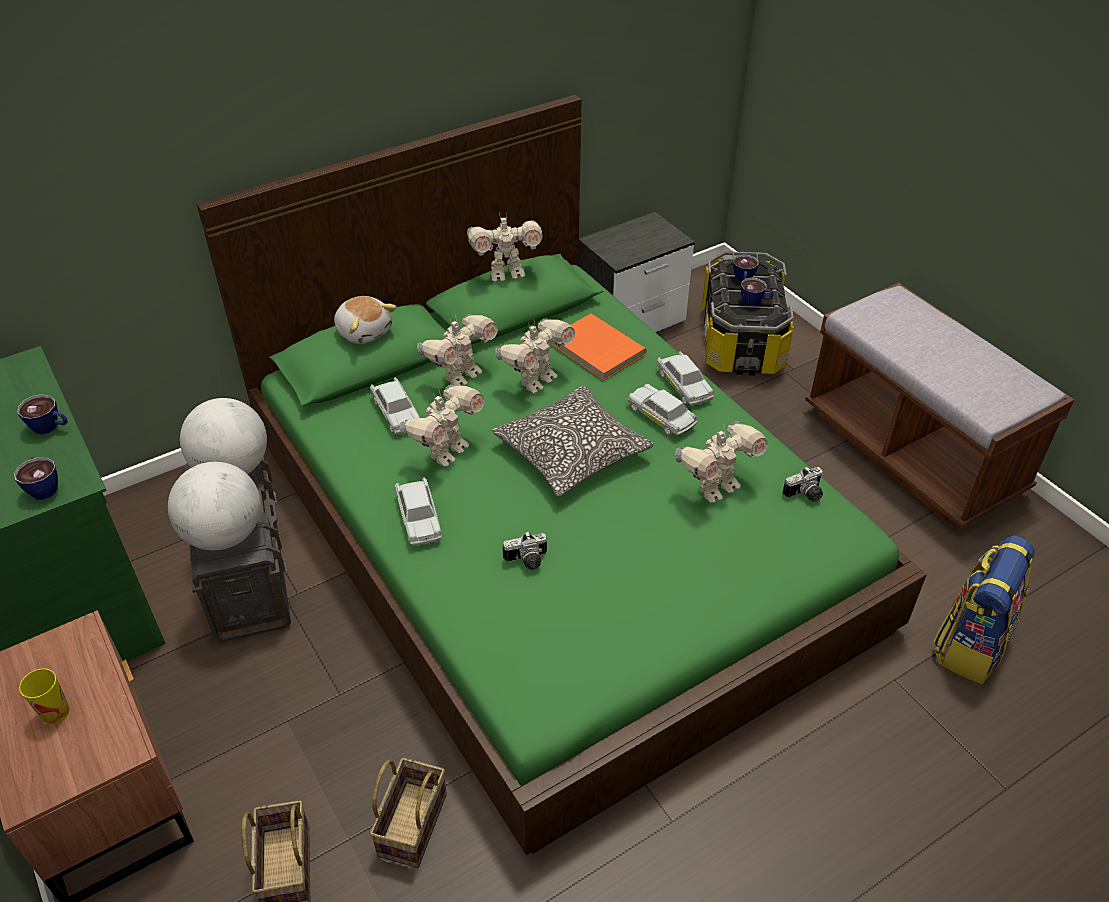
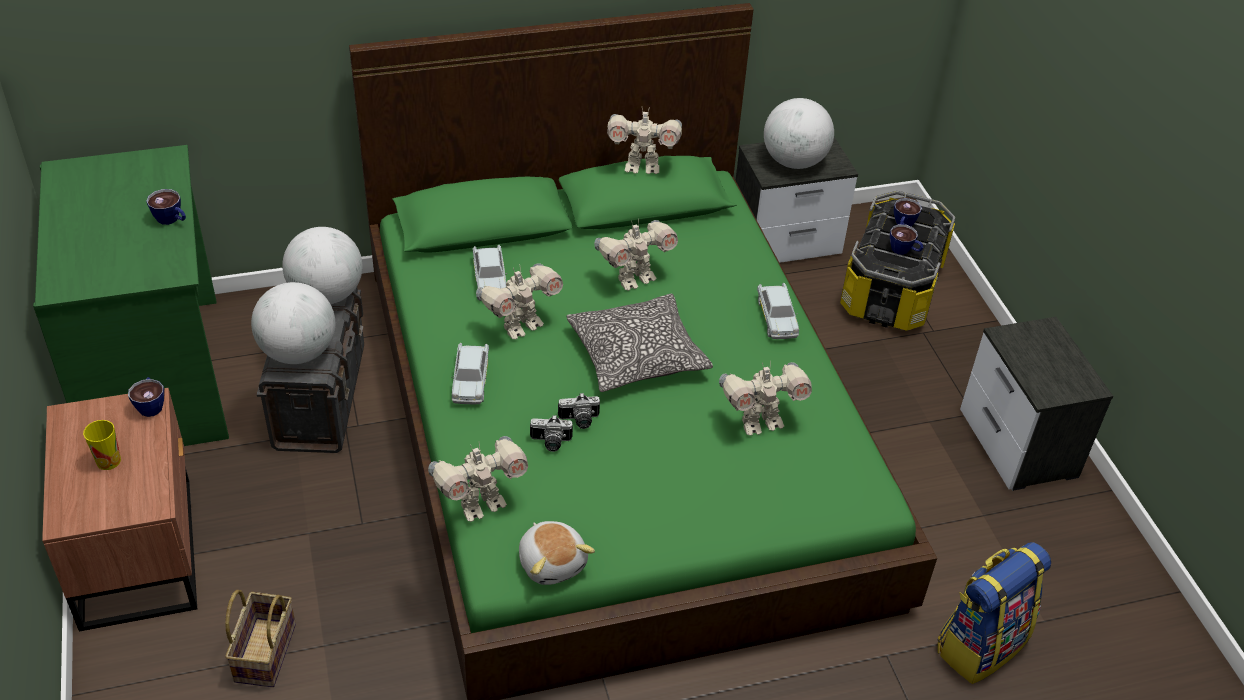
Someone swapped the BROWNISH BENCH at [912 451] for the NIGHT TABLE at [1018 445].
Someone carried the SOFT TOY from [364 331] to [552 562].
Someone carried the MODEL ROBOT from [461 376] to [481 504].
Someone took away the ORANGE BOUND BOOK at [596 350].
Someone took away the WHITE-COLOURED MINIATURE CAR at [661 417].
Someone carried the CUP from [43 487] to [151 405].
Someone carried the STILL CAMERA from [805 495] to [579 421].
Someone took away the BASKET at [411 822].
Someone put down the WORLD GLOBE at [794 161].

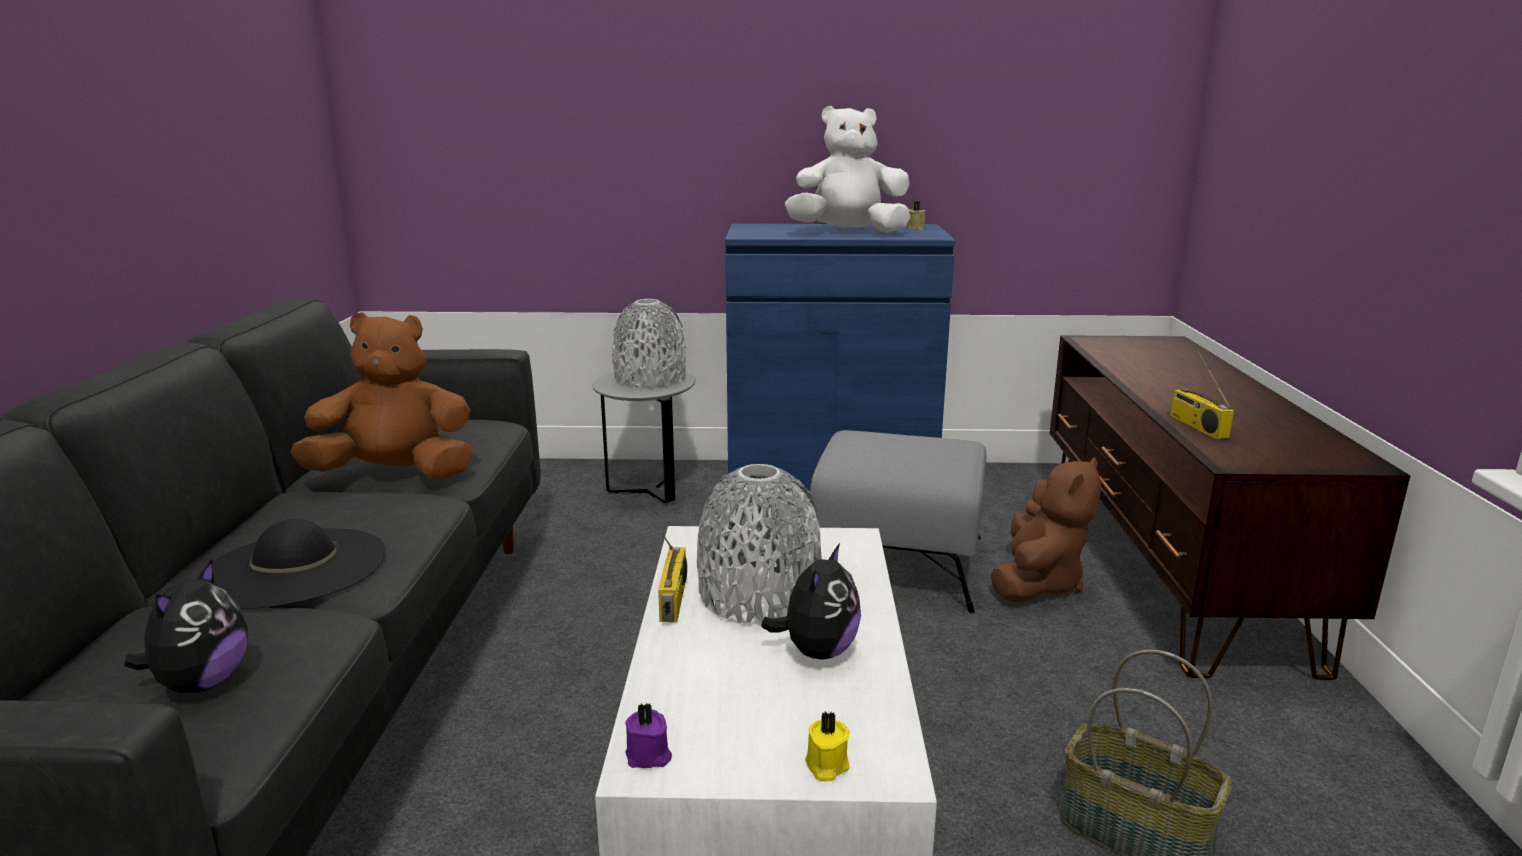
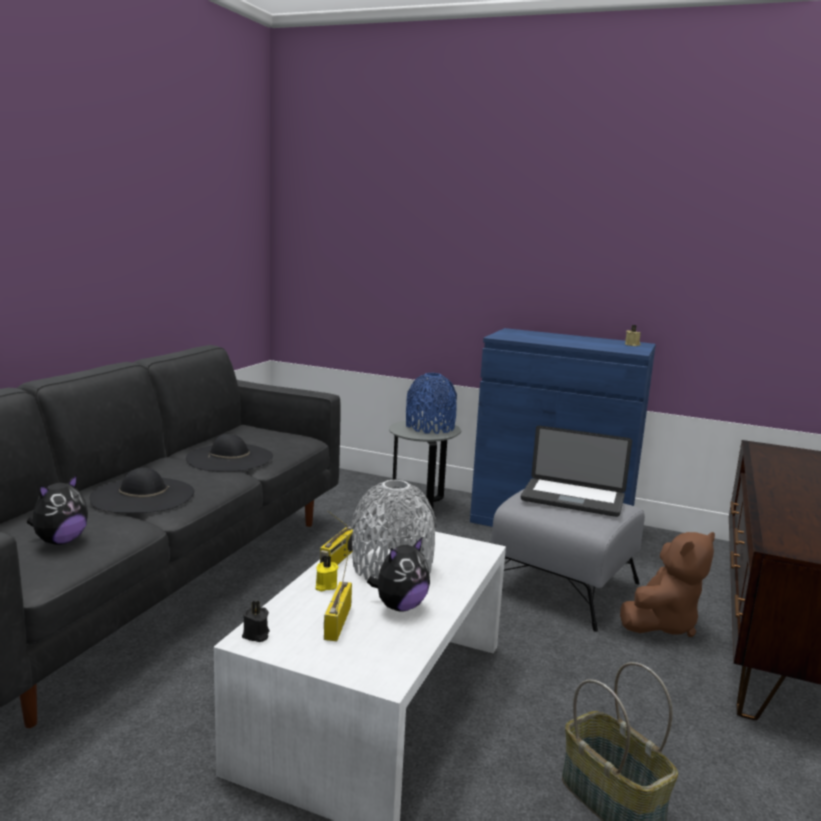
Someone took away the WHITE-COLOURED SOFT TOY at [848 232].
Someone repainted the GREYISH FLOWER VASE at [650 378], which became the BLUISH FLOWER VASE at [430 427].
Someone swapped the BROWNISH SOFT TOY at [396 475] for the BLACK-COLOURED HAT at [230 458].
Someone carried the RADIO from [1196 426] to [337 621].
Someone repainted the PURPLE-COLOURED WAX LIGHT at [648 756], which became the BLACK-COLOURED WAX LIGHT at [256 635].
Someone carried the YELLOW WAX LIGHT from [825 766] to [325 586].
Someone put down the PORTABLE COMPUTER at [572 499].

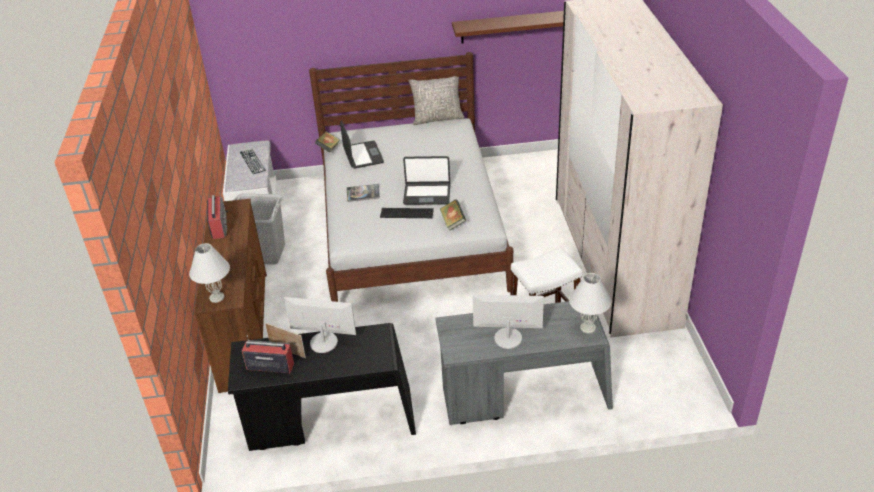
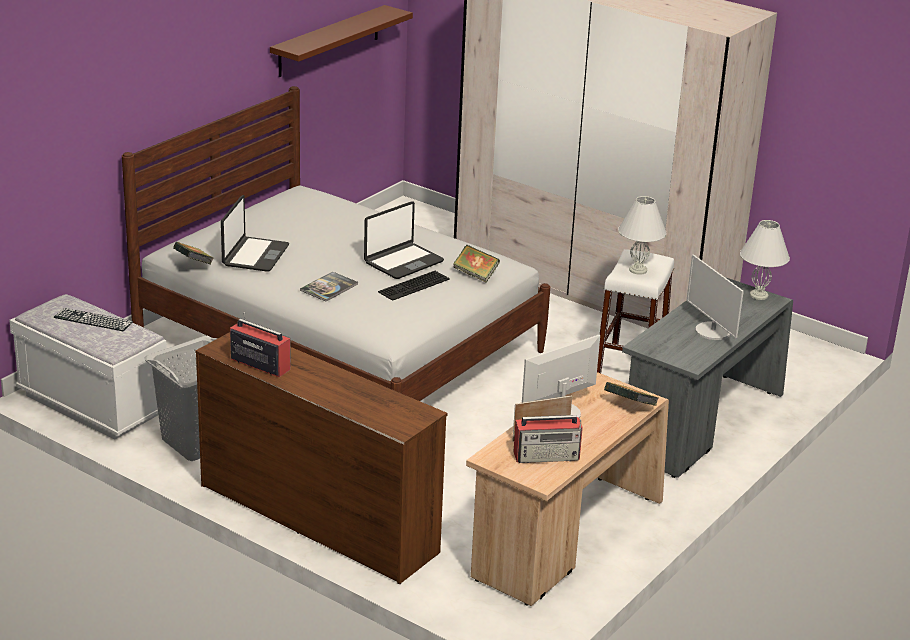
Someone took away the GREYISH PILLOW at [437 118].
Someone rotated the PORTABLE COMPUTER at [362 155] by 75 degrees clockwise.
Someone carried the WHITE-COLOURED TABLETOP LAMP from [217 297] to [638 270].
Someone rotated the MONITOR at [508 338] by 75 degrees counterclockwise.
Someone repainted the BLACK-COLOURED DESK TABLE at [330 422], which became the BEIGE DESK TABLE at [565 538].
Someone rotated the RADIO at [269 366] by 150 degrees counterclockwise.
Someone put down the BOUND BOOK at [629 406].

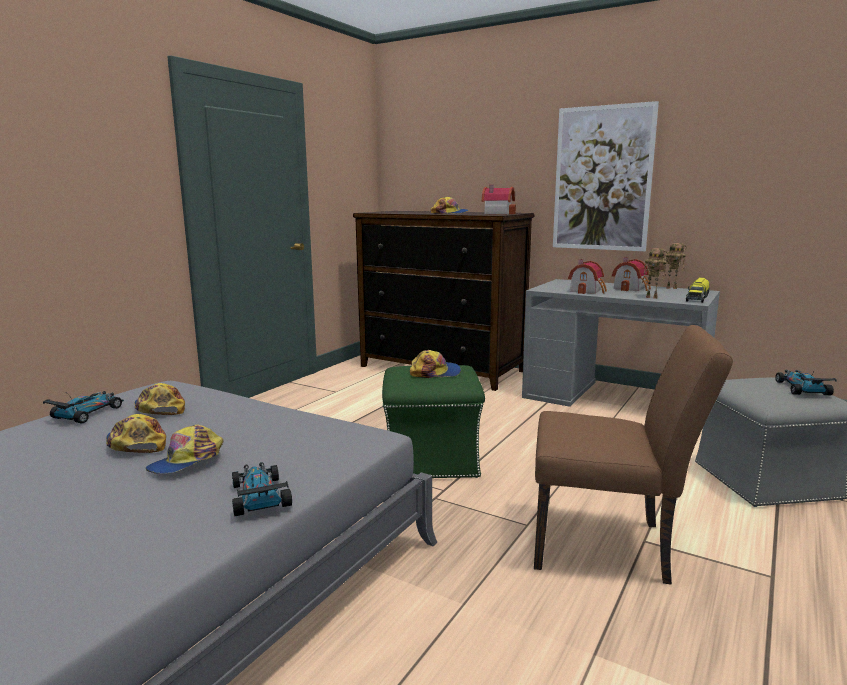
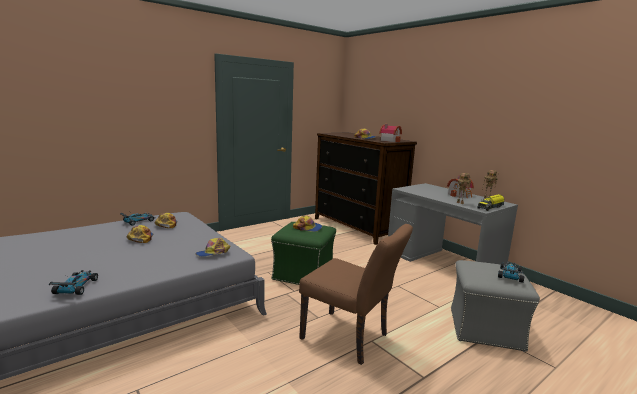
Someone took away the WALL ART at [602 179].
Someone took away the TOY HOUSE at [587 290].
Someone carried the CAP from [187 461] to [213 253].
Someone carried the MINIATURE CAR from [259 497] to [76 287].

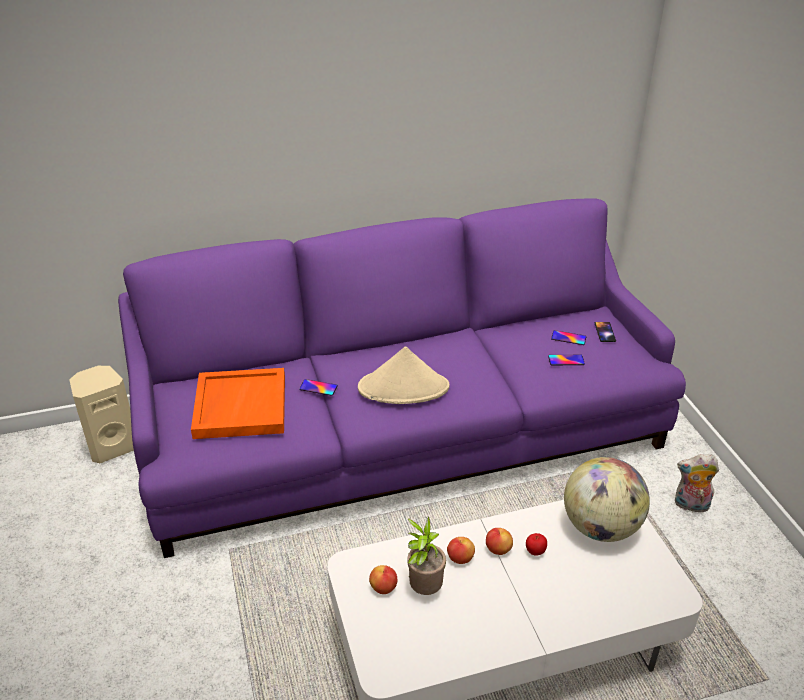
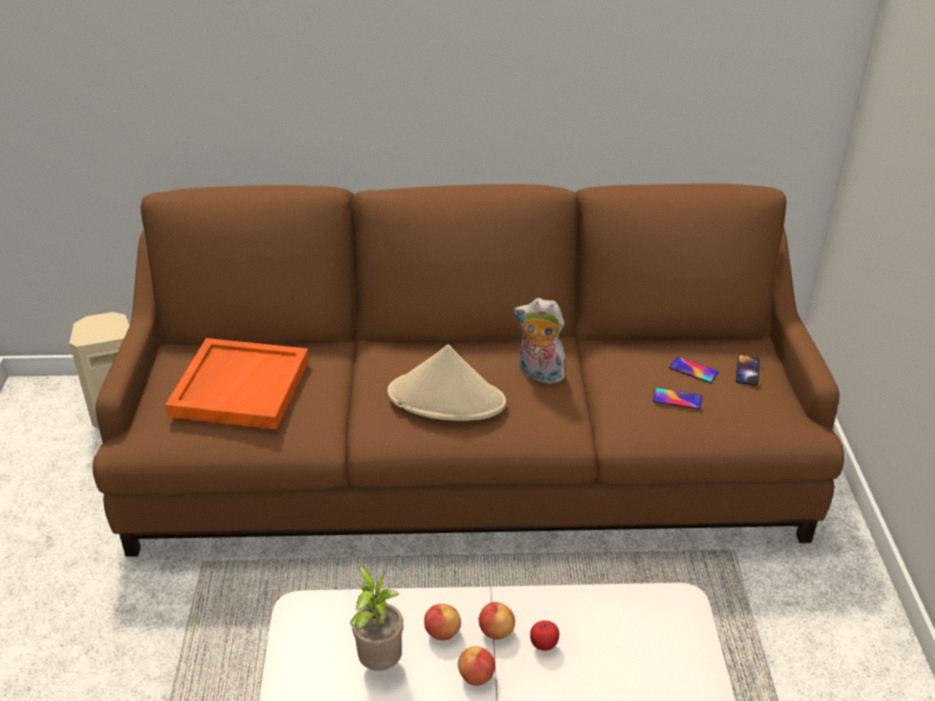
Someone repainted the PURPLE-COLOURED SOFA at [403 432], which became the BROWNISH SOFA at [469 458].
Someone took away the PHONE at [318 387].
Someone carried the SOFT TOY from [690 505] to [539 375].
Someone took away the WORLD GLOBE at [601 527].
Someone carried the APPLE FRUIT from [383 588] to [476 676].

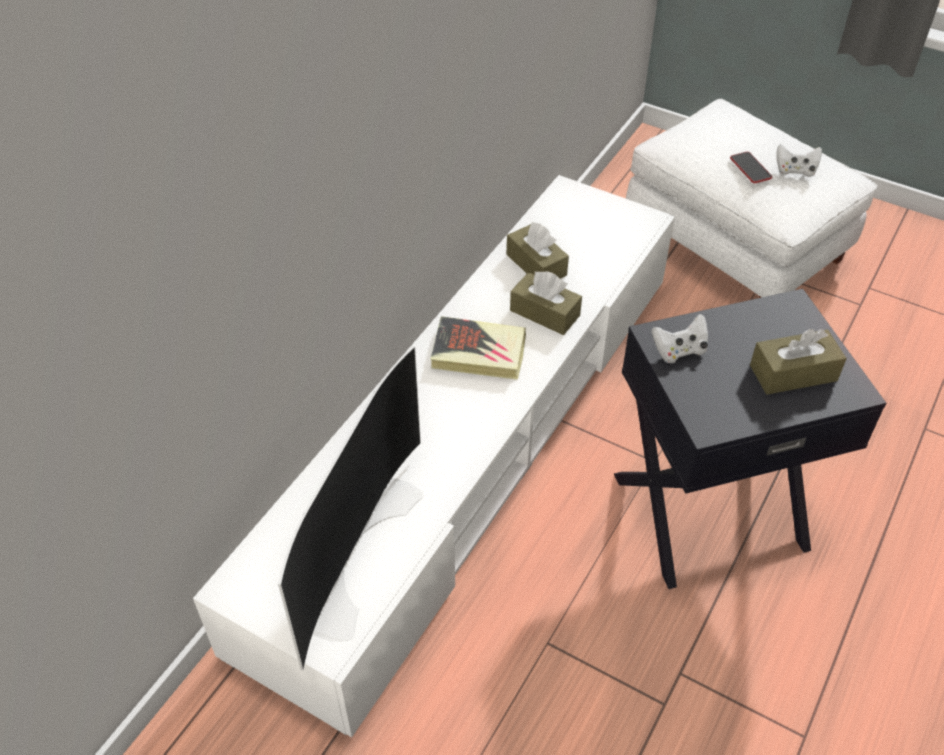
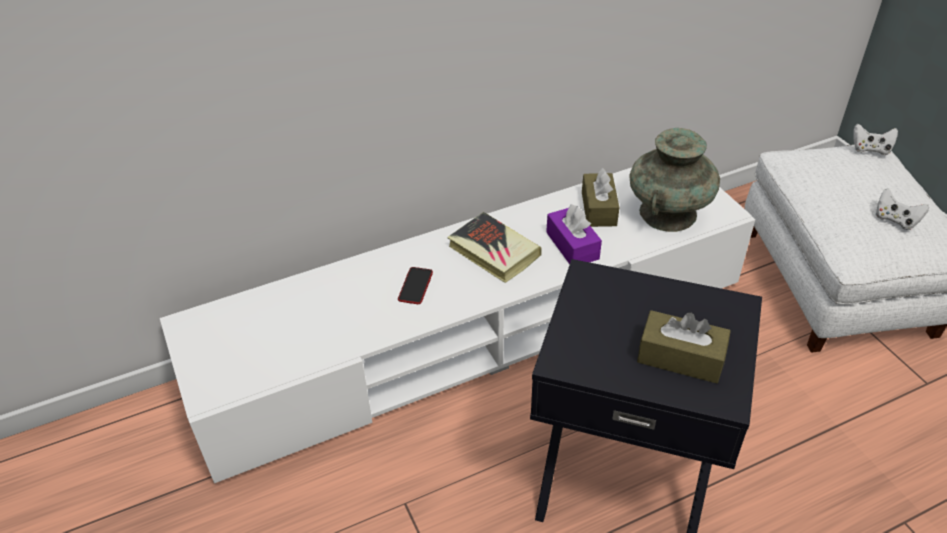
Someone carried the PHONE from [750 168] to [415 286].
Someone repainted the BROWNISH TISSUE HOLDER at [544 313], which became the PURPLE-COLOURED TISSUE HOLDER at [572 245].
Someone carried the WHITE-COLOURED GAME CONTROLLER from [679 351] to [870 149].
Someone took away the TV SET at [350 548].
Someone put down the BLUE-GREEN FLOWER VASE at [668 213].

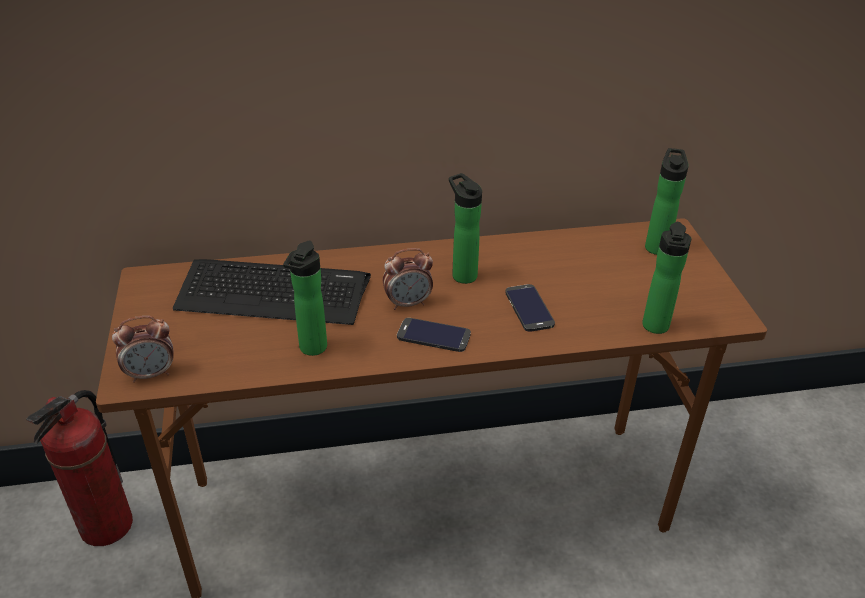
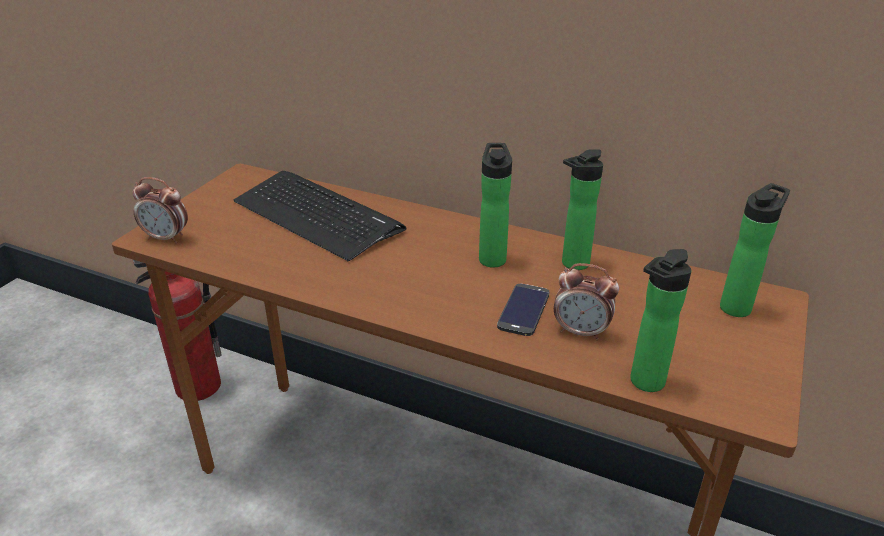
Someone carried the BEVERAGE BOTTLE from [311 349] to [572 264].
Someone carried the TABLE CLOCK from [408 303] to [581 332].
Someone took away the PHONE at [433 335].

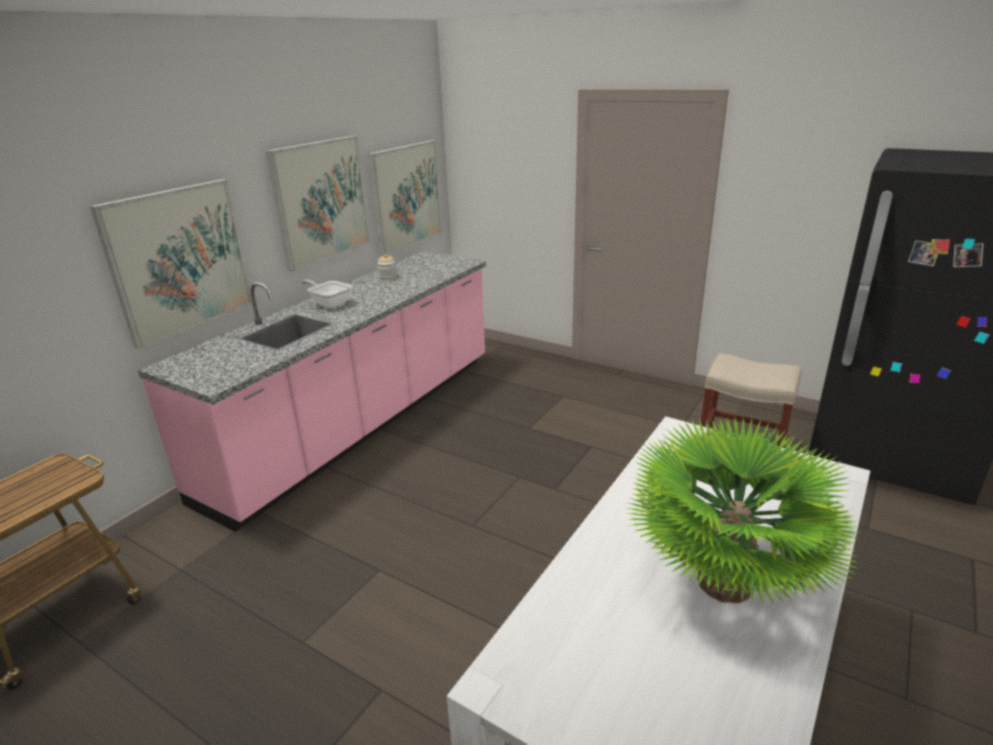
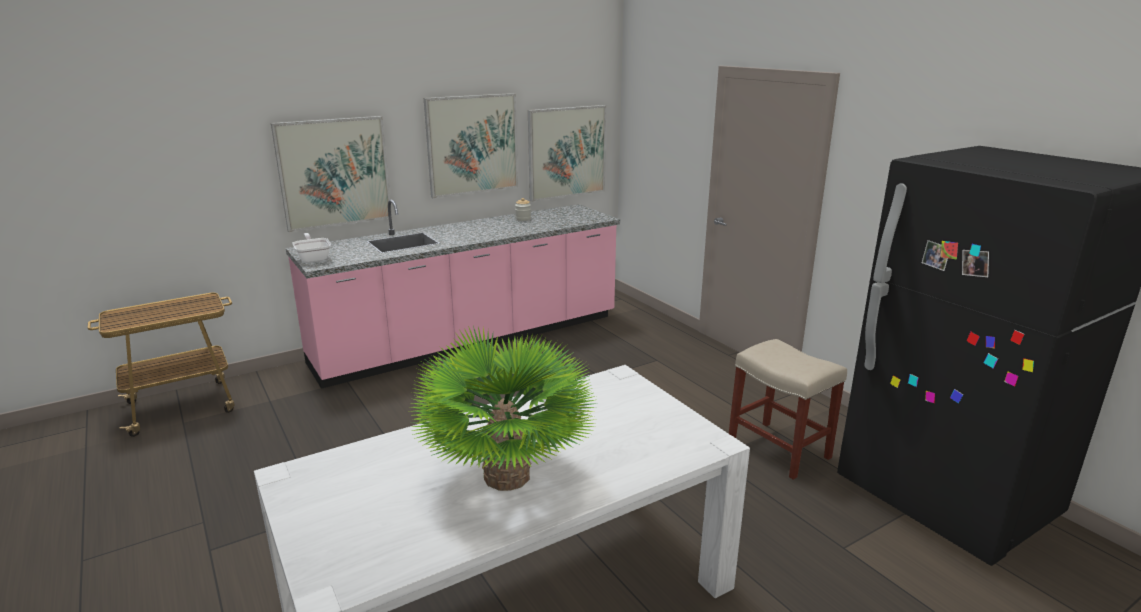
Someone carried the PAN from [329 303] to [313 258].

